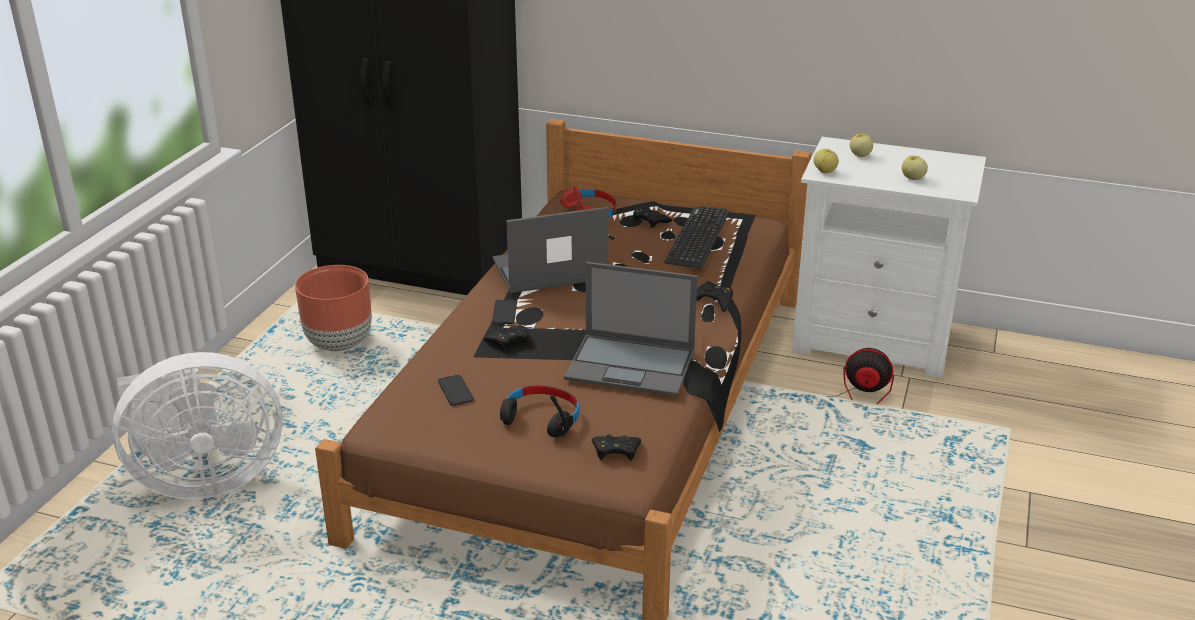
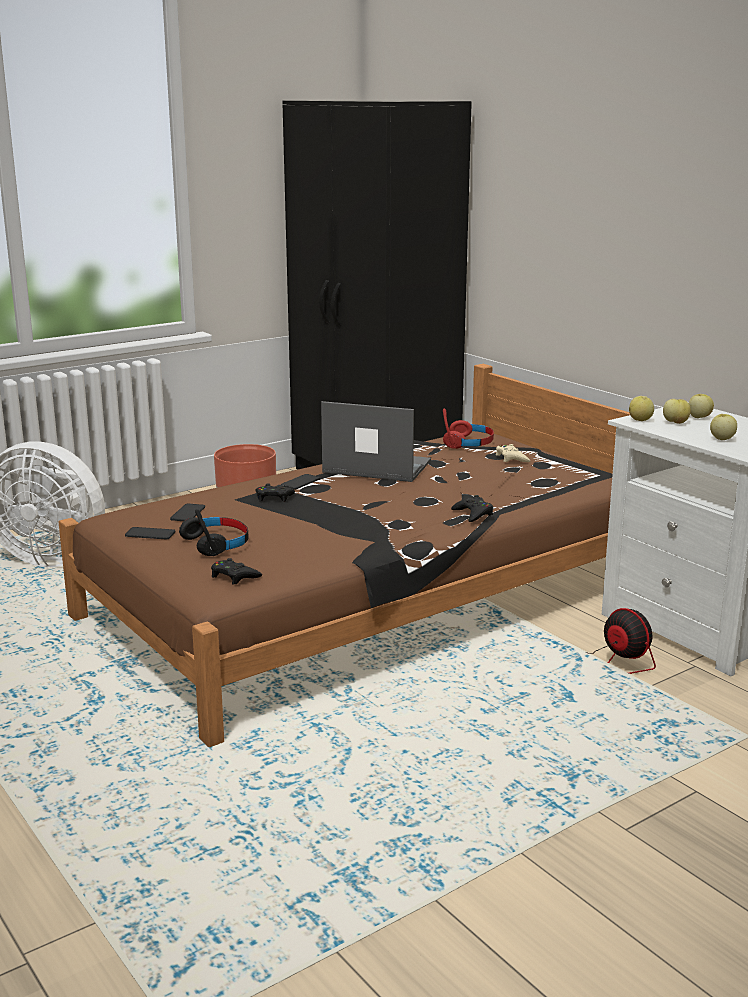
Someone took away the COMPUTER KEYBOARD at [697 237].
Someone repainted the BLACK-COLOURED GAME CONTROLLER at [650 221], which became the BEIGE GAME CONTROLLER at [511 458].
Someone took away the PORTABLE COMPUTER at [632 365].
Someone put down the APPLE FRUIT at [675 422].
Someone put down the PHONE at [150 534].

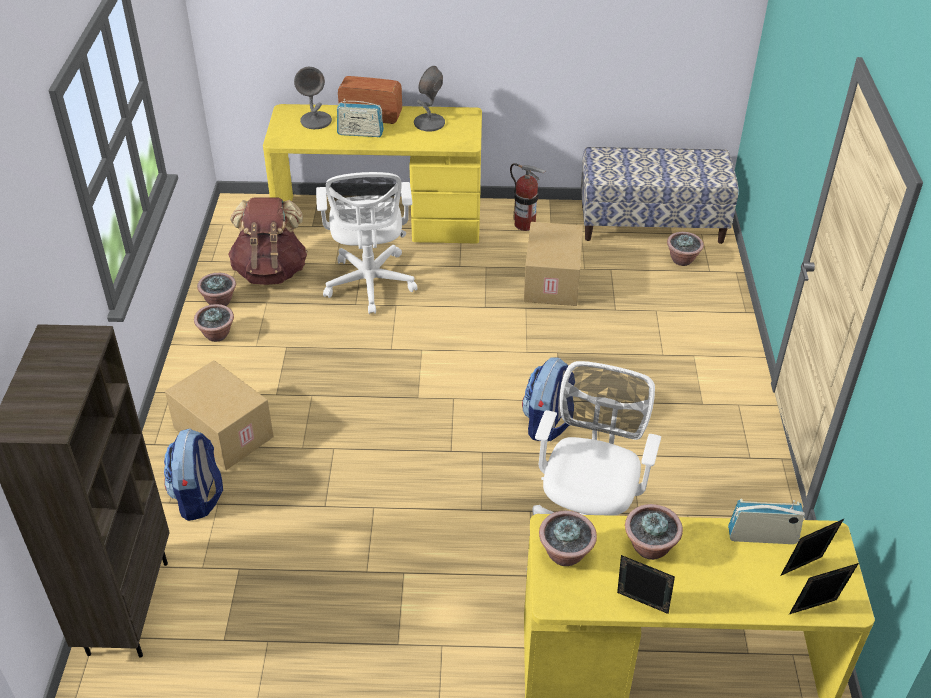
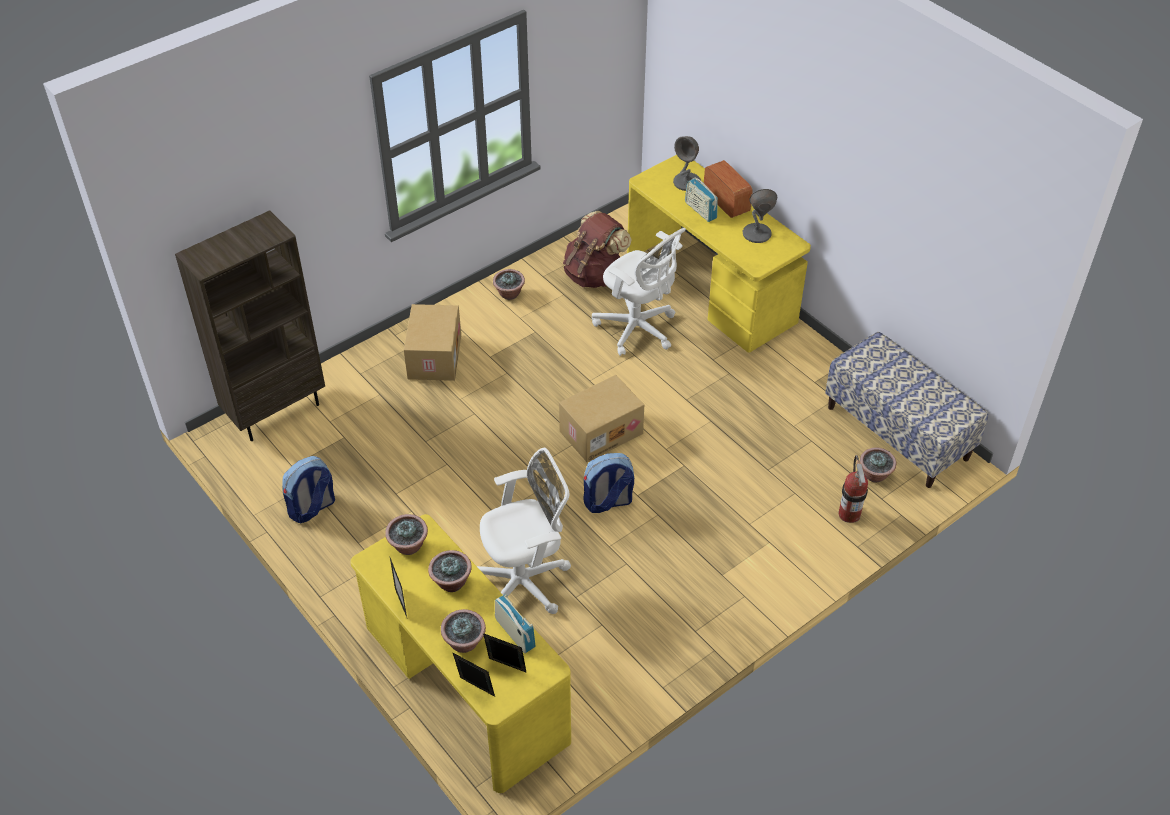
Someone carried the FIRE-FIGHTING CYLINDER from [525 224] to [849 514].
Someone rotated the WHITE-COLOURED COMPUTER CHAIR at [370 285] by 90 degrees counterclockwise.
Someone carried the CARTON from [550 280] to [601 431].
Someone carried the PLANT IN A POT from [219 302] to [464 643].
Someone carried the KNAPSACK from [198 498] to [312 508].

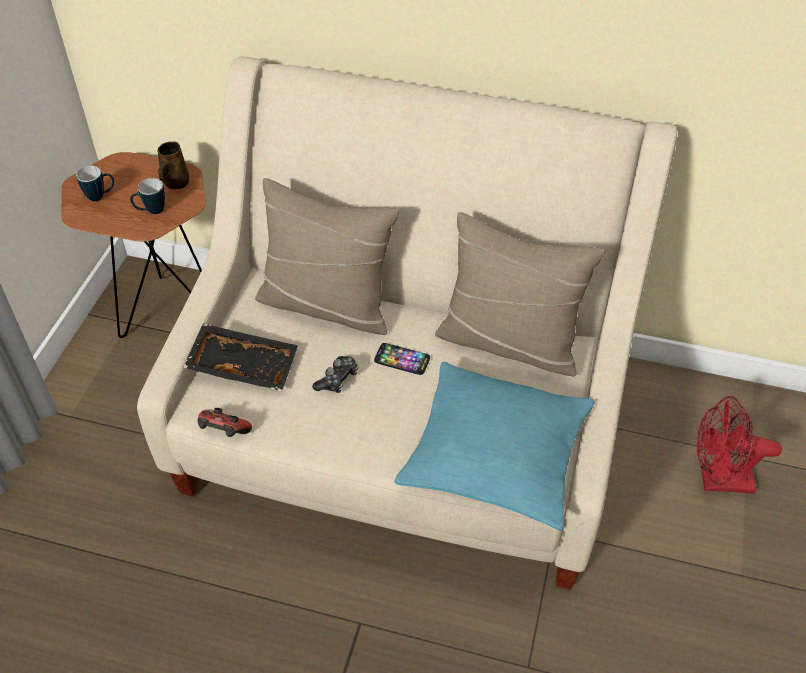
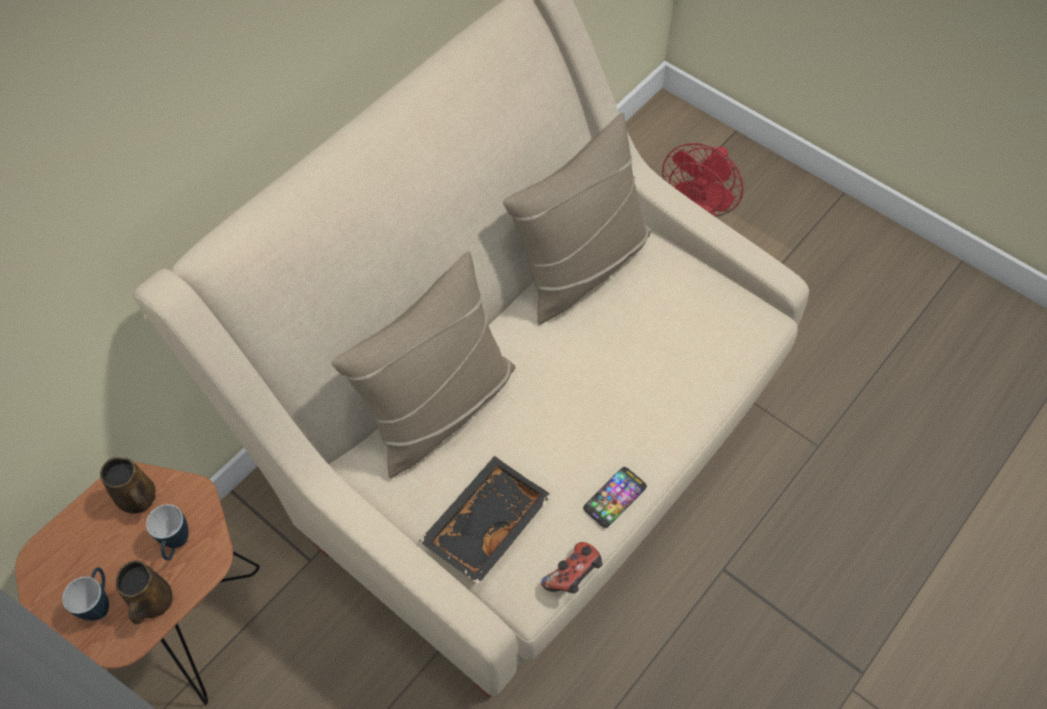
Someone carried the PHONE from [402 359] to [615 497].
Someone took away the GAME CONTROLLER at [337 379].
Someone took away the BLUE-GREEN PILLOW at [496 455].
Someone put down the BROWNISH COFFEE MUG at [152 603].

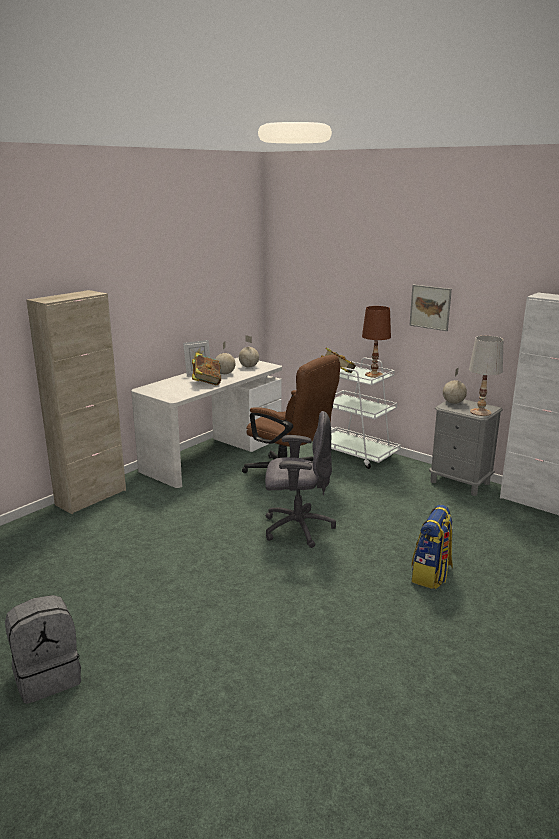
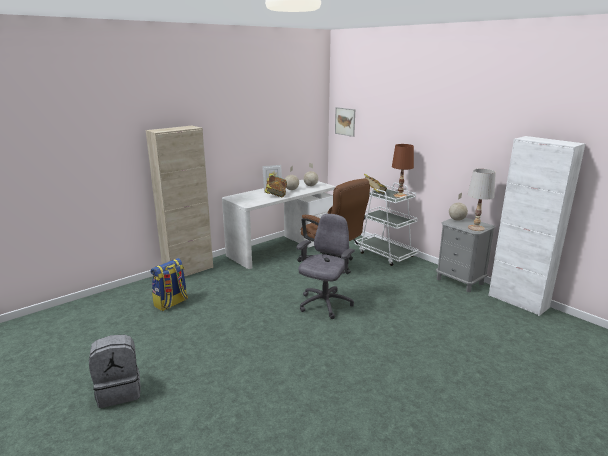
Someone carried the WALL ART from [430 307] to [345 121].
Someone rotated the GREYISH COMPUTER CHAIR at [297 528] by 75 degrees counterclockwise.
Someone carried the KNAPSACK from [431 575] to [171 303].

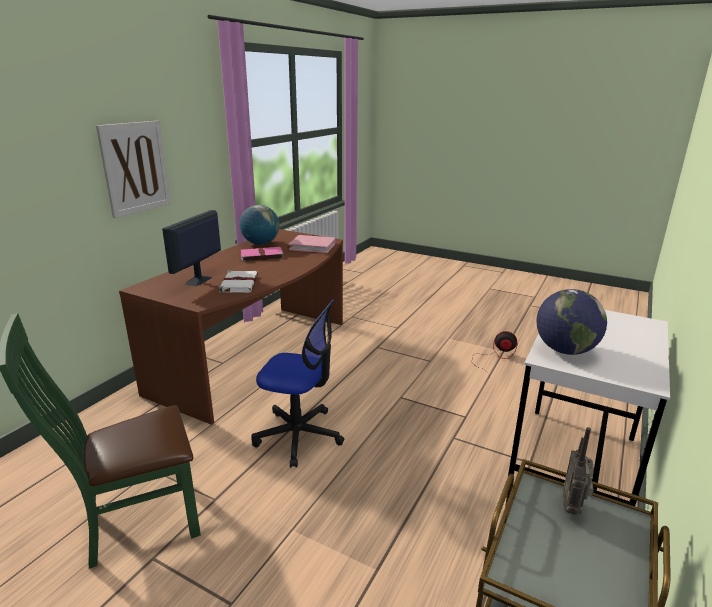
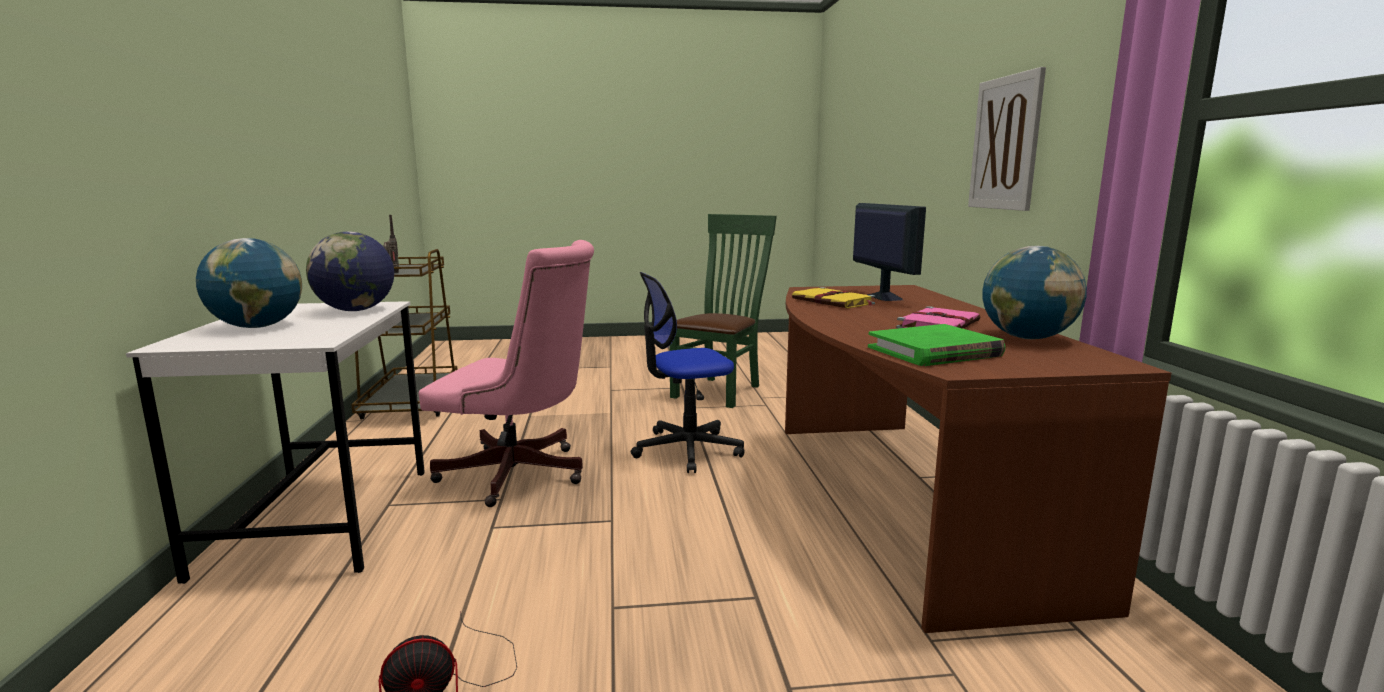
Someone repainted the PINK-COLOURED BOUND BOOK at [312 246], which became the GREEN BOUND BOOK at [934 351].
Someone repainted the WHITE-COLOURED BOUND BOOK at [239 283], which became the YELLOW BOUND BOOK at [834 302].
Someone put down the WORLD GLOBE at [257 327].
Someone put down the PINK-COLOURED COMPUTER CHAIR at [521 475].

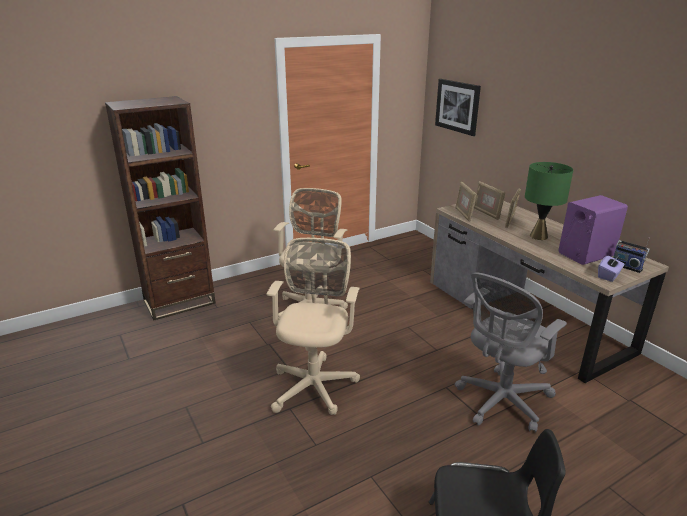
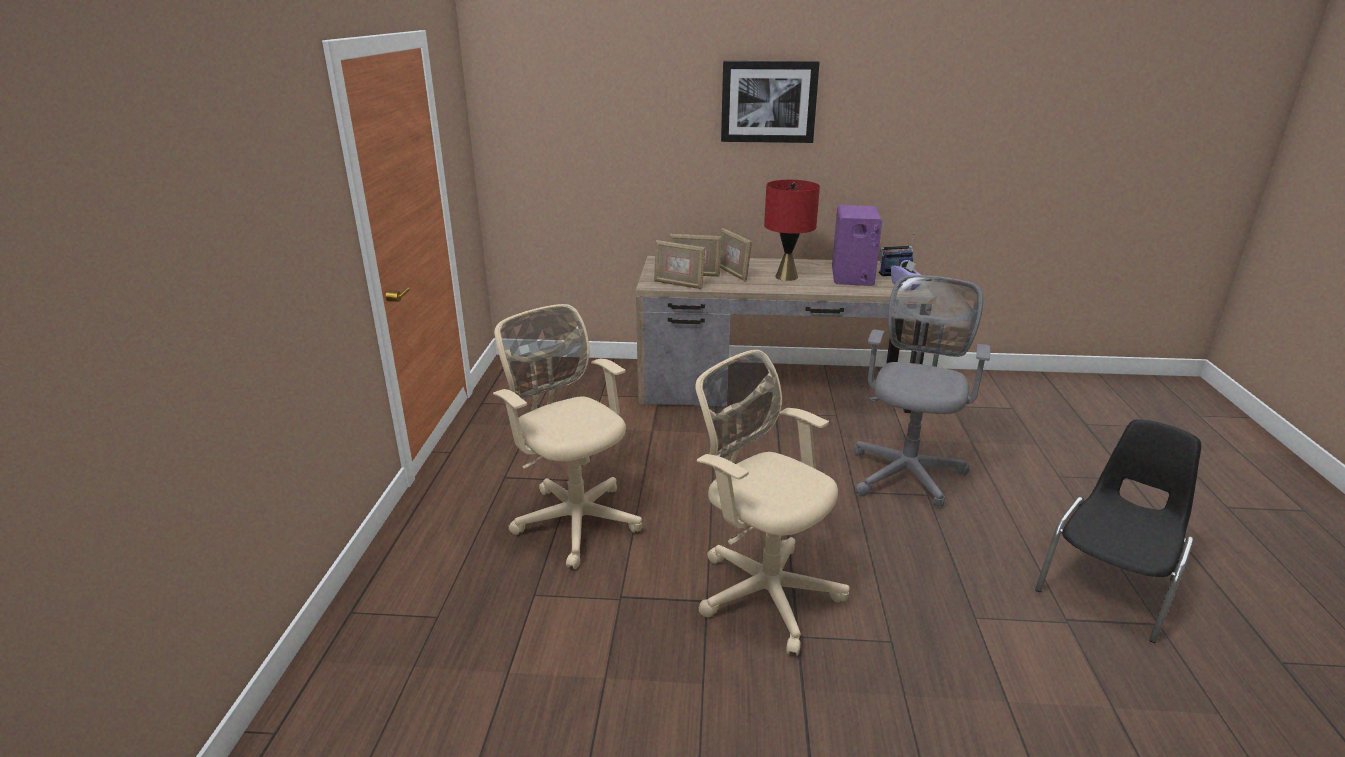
Someone carried the WALL ART from [457 106] to [768 102].
Someone took away the BROWNISH SHELVING UNIT at [179 302].
Someone repainted the GREEN TABLETOP LAMP at [538 236], which became the REDDISH TABLETOP LAMP at [786 277].
Someone rotated the GREYISH COMPUTER CHAIR at [500 402] by 150 degrees counterclockwise.

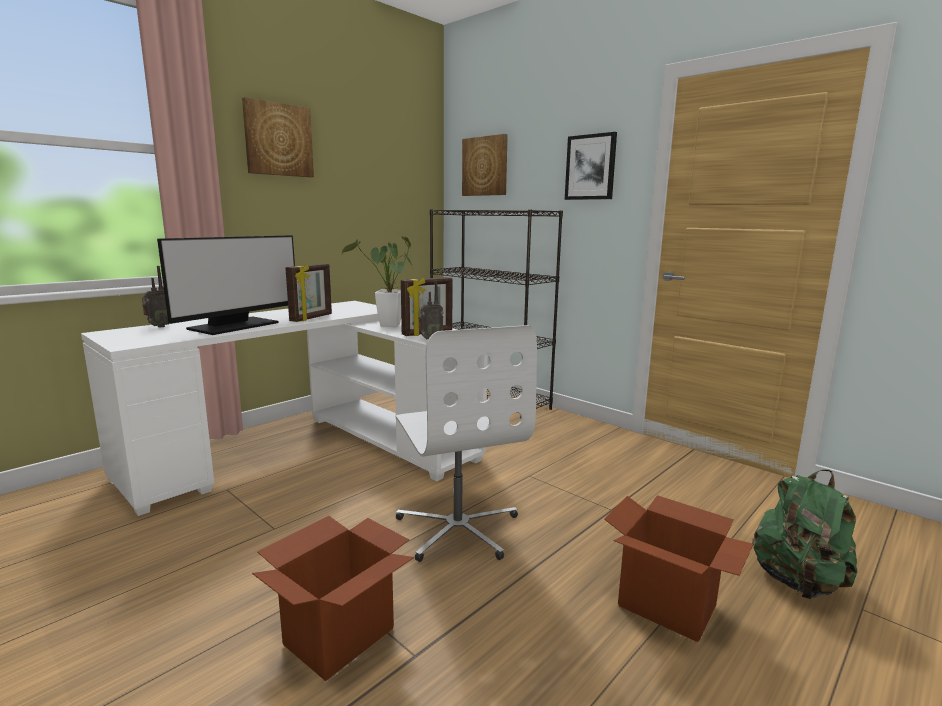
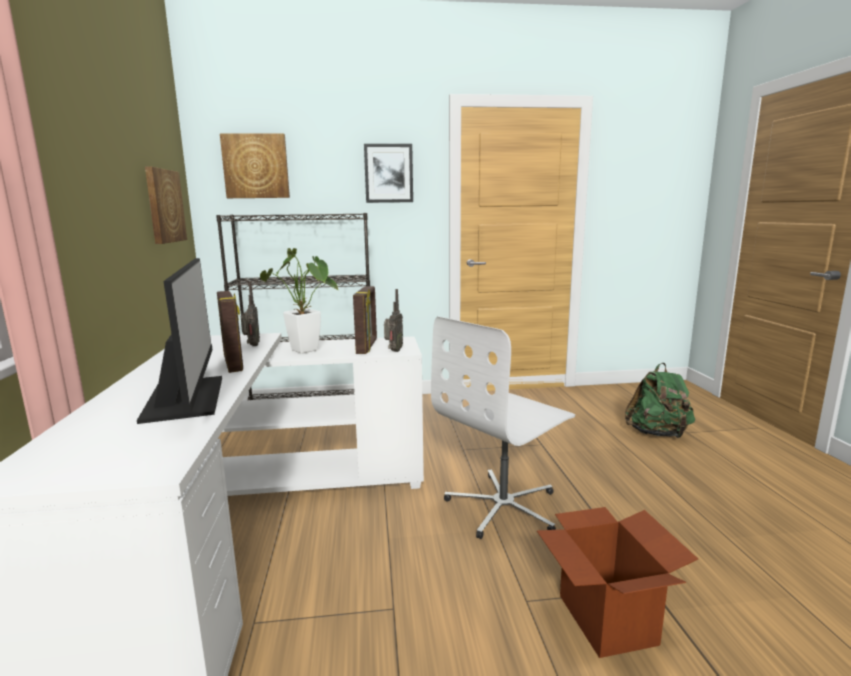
Someone carried the WALL ART from [278 140] to [164 206].
Someone carried the RADIO from [158 326] to [251 346].
Someone rotated the WHITE-COLOURED COMPUTER CHAIR at [458 528] by 120 degrees clockwise.
Someone took away the CARTON at [667 605].

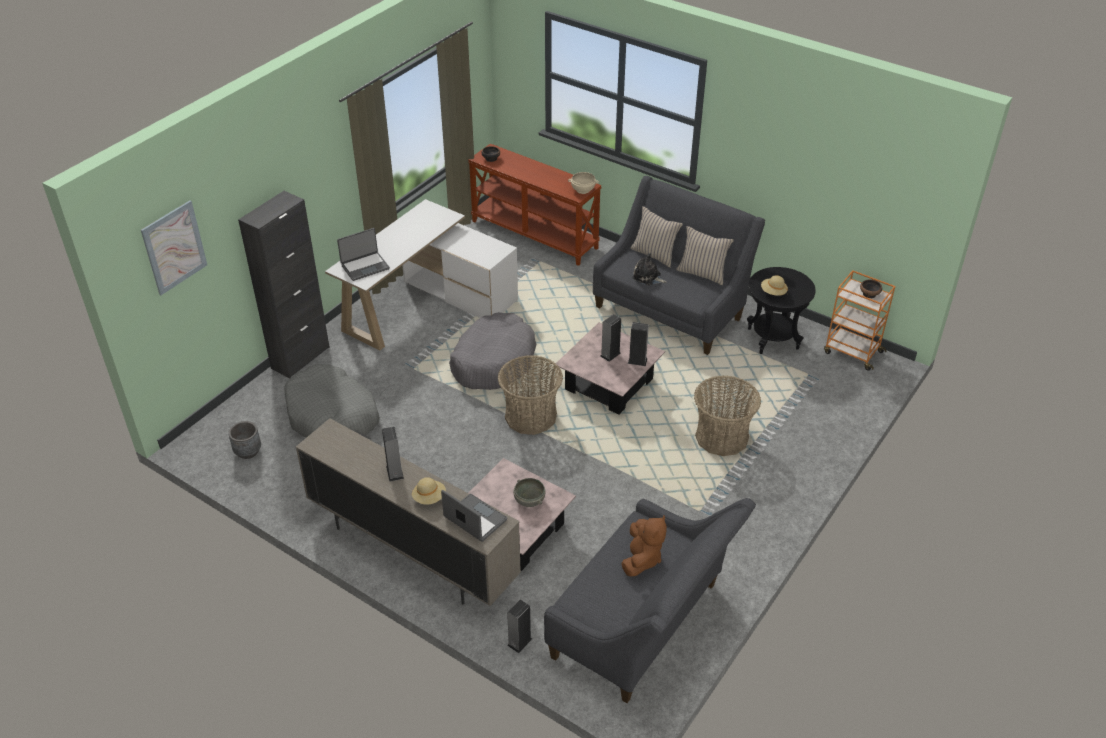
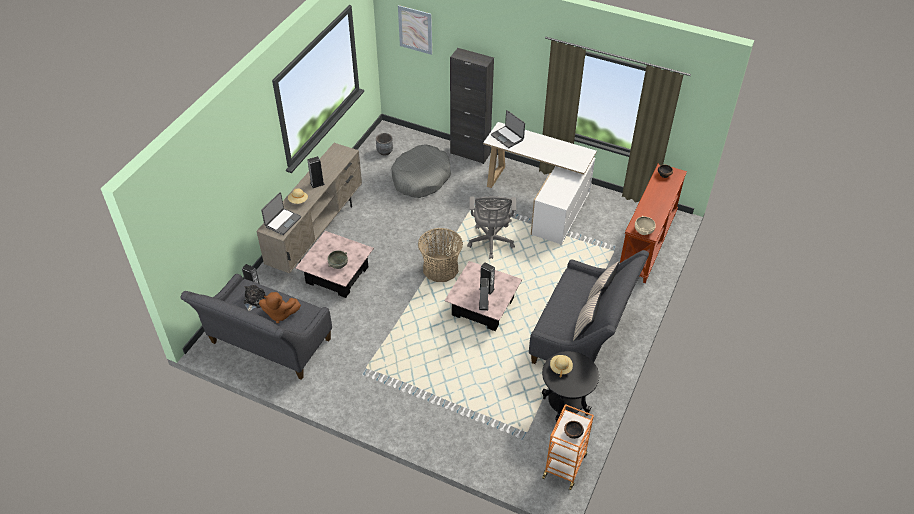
Someone carried the SOFT TOY from [648 277] to [254 301].
Someone swapped the GREYISH DOG BED at [493 361] for the GREYISH COMPUTER CHAIR at [491 242].
Someone took away the BASKET at [722 437].

